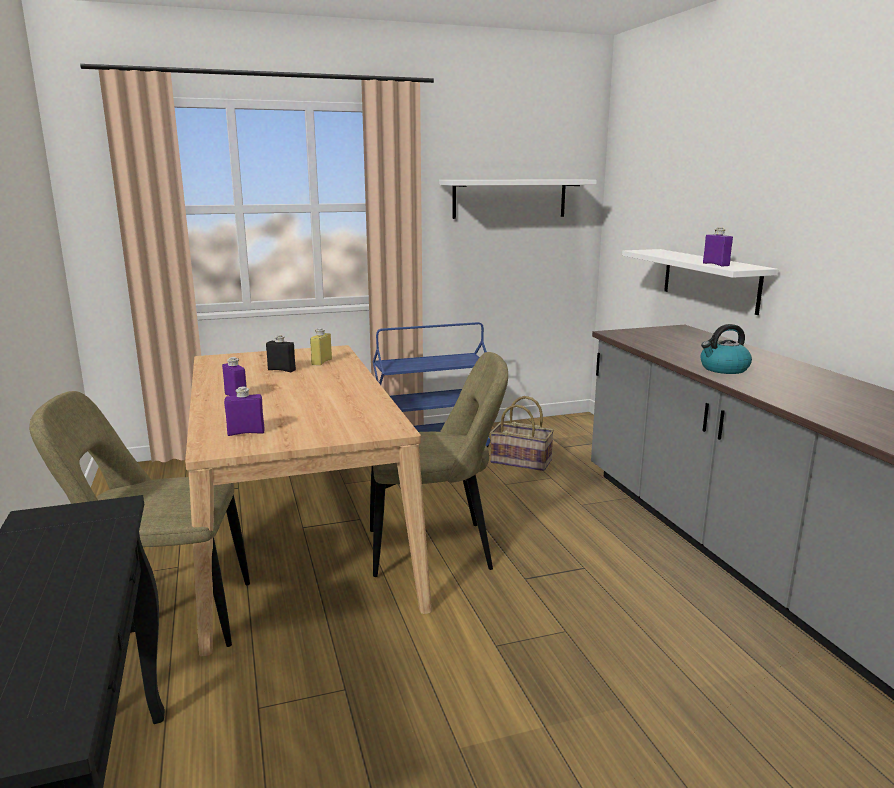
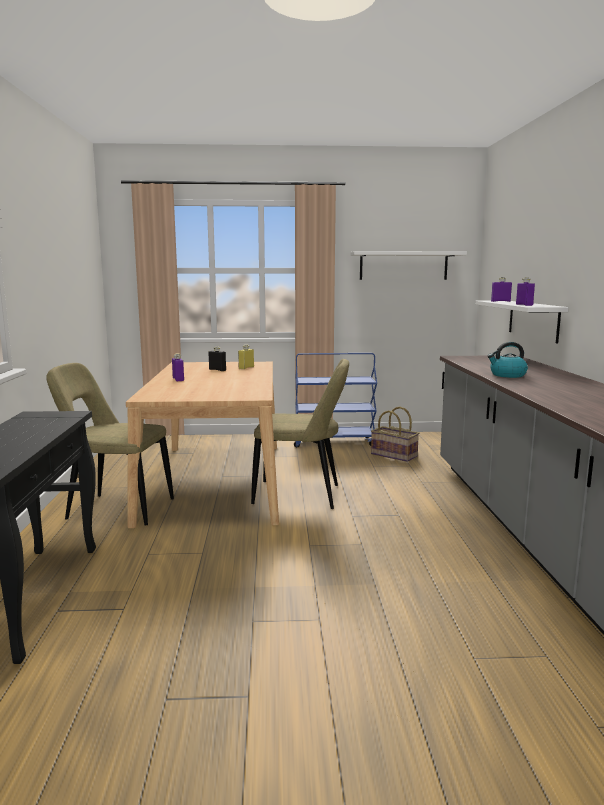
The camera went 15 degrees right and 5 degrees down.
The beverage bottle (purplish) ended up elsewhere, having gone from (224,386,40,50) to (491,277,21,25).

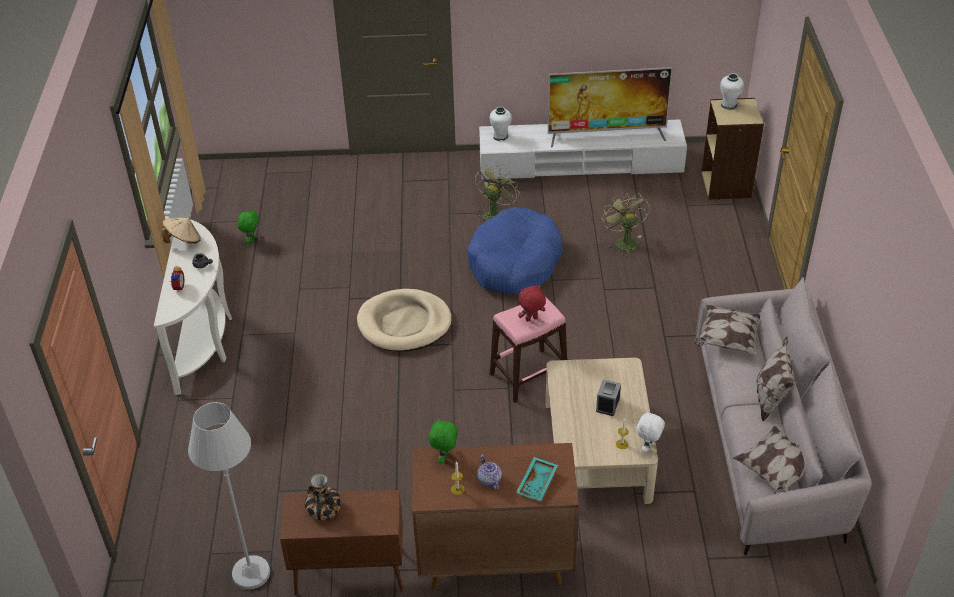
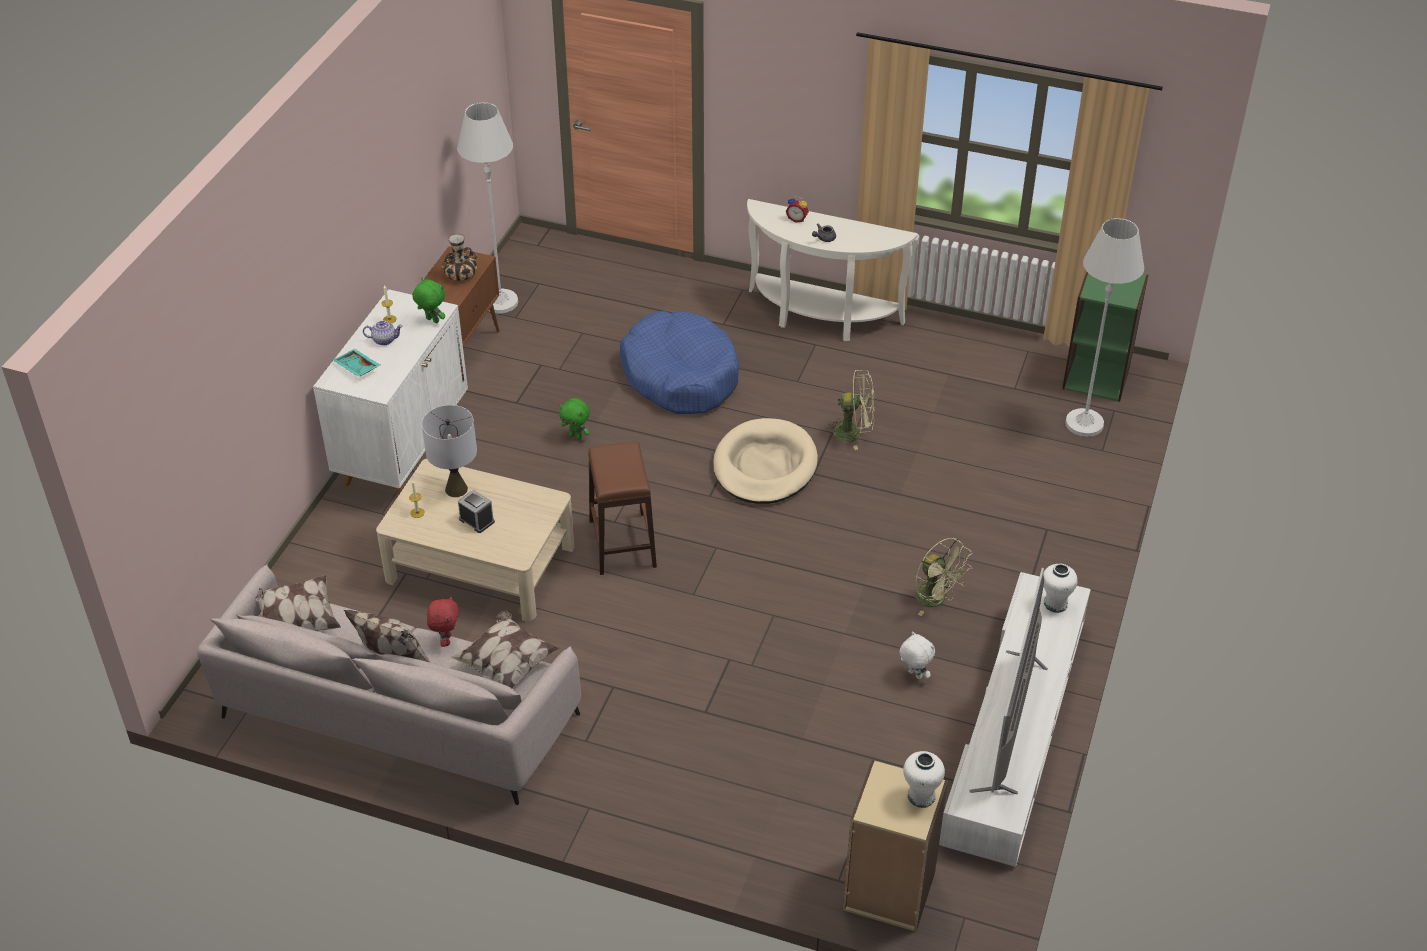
The camera went 110 degrees right and 0 degrees up.
The electric fan (green-coloured) ended up elsewhere, having gone from (602,193,48,63) to (825,370,50,80).
The dog bed (blue-coloured) ended up elsewhere, having gone from (467,207,96,87) to (620,311,119,103).
The soft toy (green-coloured) ended up elsewhere, having gone from (238,210,21,34) to (559,398,31,42).
The second view lost the wearable hat (sand-coloured) at (161,218,40,25).
The soft toy (red-coloured) ended up elsewhere, having gone from (518,285,28,37) to (427,596,32,51).
What was the sitting stool (pink-coloured) at (490,297,77,106) turned into the sitting stool (brown-coloured) at (588,442,69,133).
The soft toy (white-coloured) ended up elsewhere, having gone from (637,410,28,42) to (899,631,36,48).
What was the storage cabinet (brown-coloured) at (412,443,167,147) turned into the storage cabinet (white-coloured) at (313,289,155,205).
The second view gained the floor lamp (white-coloured) at (1065,218,79,219).
The second view gained the shelving unit (green-coloured) at (1062,272,87,130).
The second view gained the tabletop lamp (grey) at (422,405,55,92).

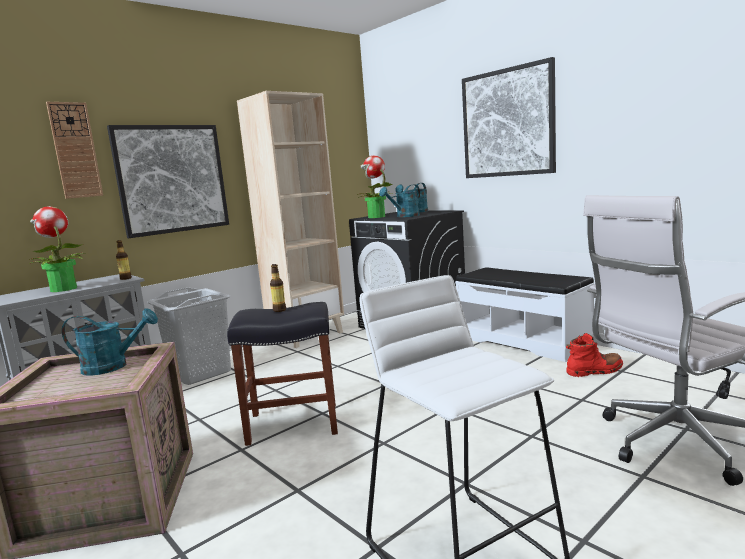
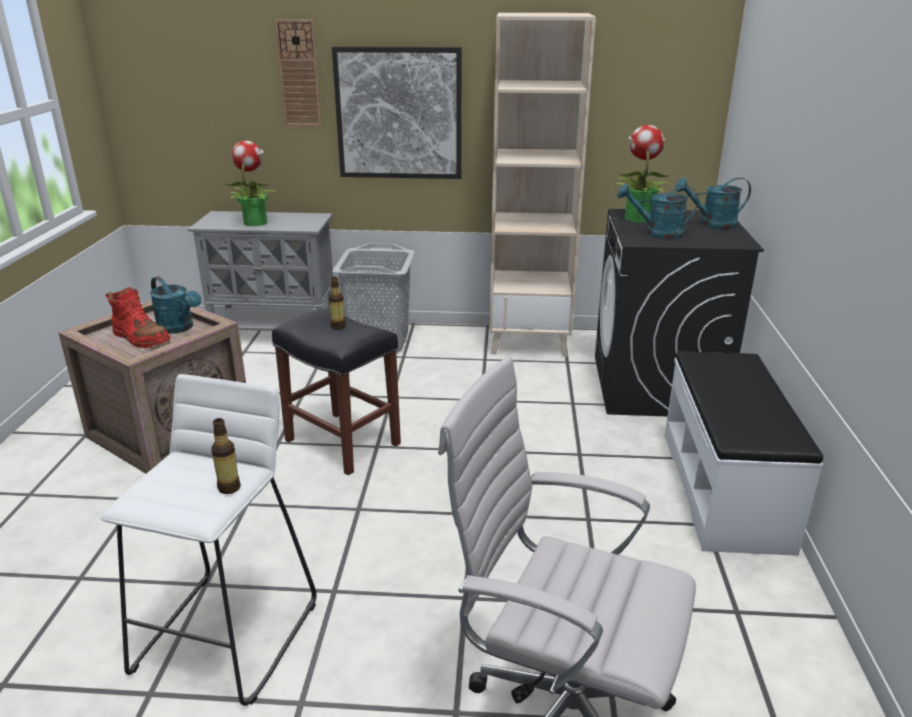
The camera went 45 degrees right and 15 degrees up.
The second view lost the wall art at (462,57,94,121).
The beverage bottle ended up elsewhere, having gone from (116,240,16,40) to (211,418,30,76).
The boot (red-coloured) ended up elsewhere, having gone from (566,333,57,44) to (106,287,65,61).

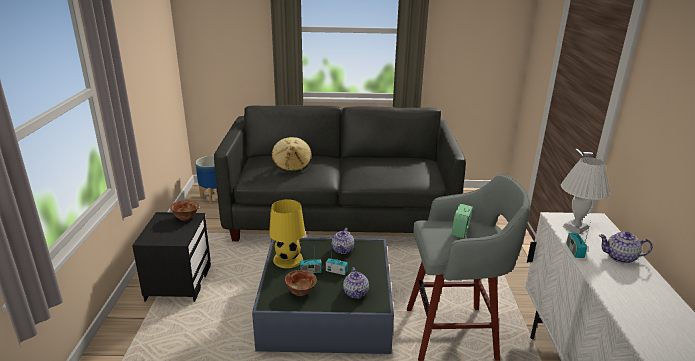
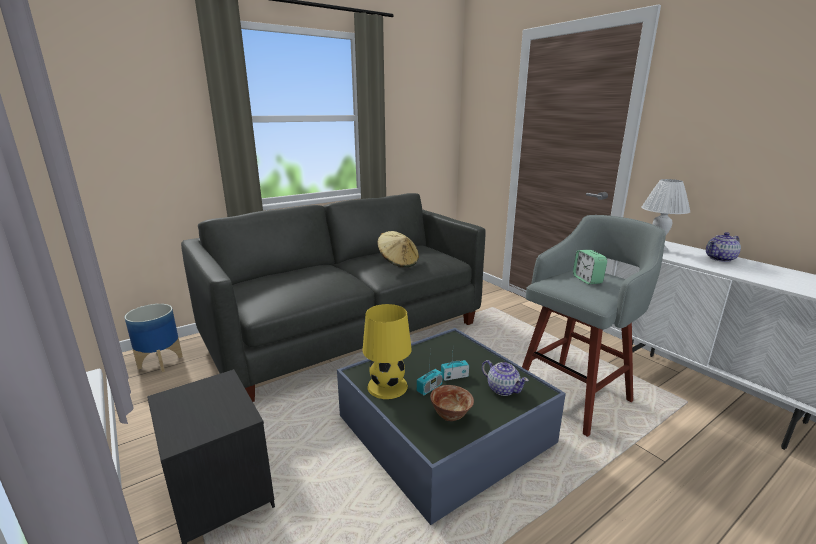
The camera went 35 degrees left and 5 degrees down.
The wearable hat (sand-coloured) ended up elsewhere, having gone from (271,137,41,35) to (377,231,42,36).
The second view lost the deep dish at (170,200,29,21).
The second view lost the radio set at (566,221,25,37).
The second view lost the teapot at (332,228,22,26).

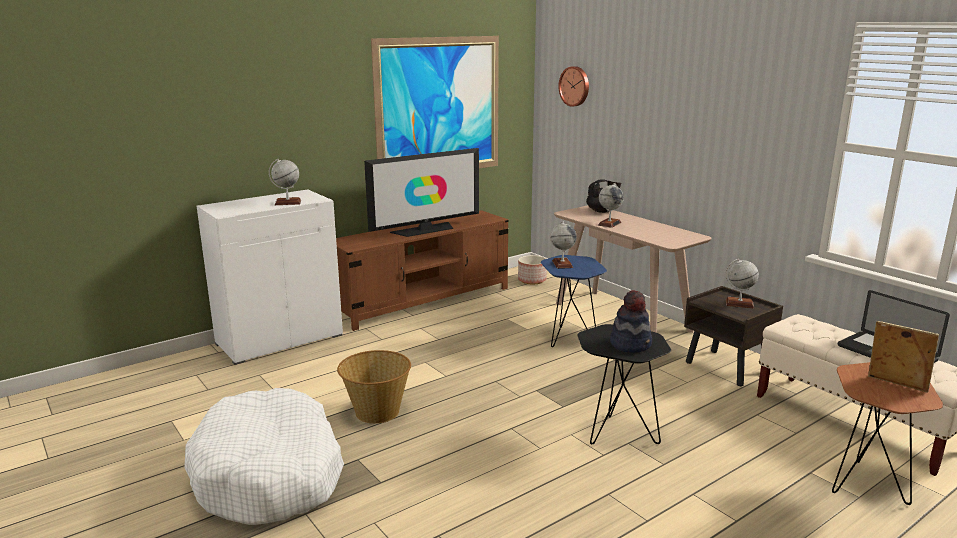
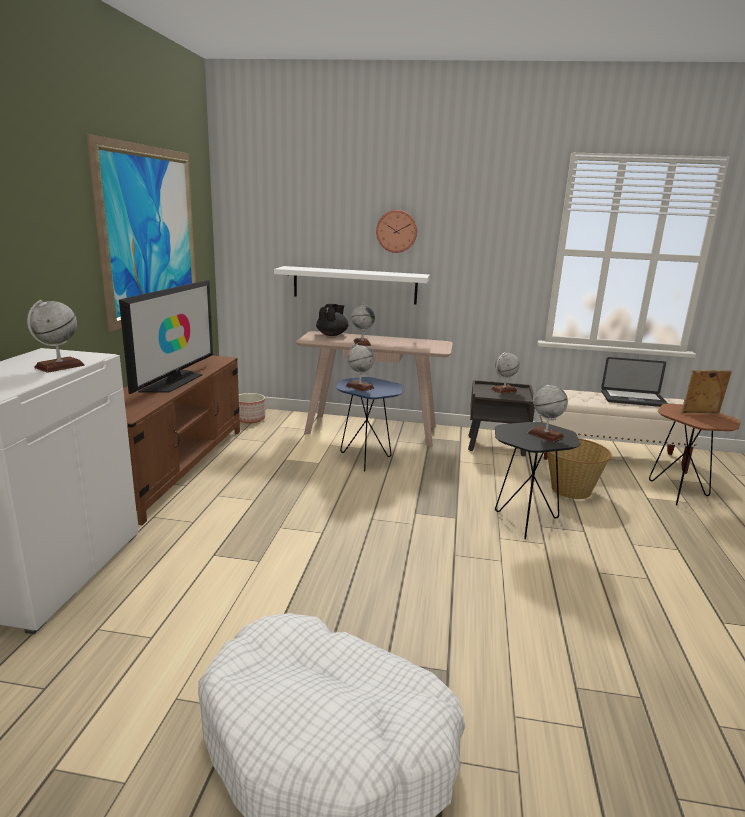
The camera went 45 degrees left and 0 degrees up.
The clock on the wall ended up elsewhere, having gone from (558,66,31,41) to (376,210,41,43).
Where the wearable hat stood at (610,290,42,63), the desk globe came to stand at (528,383,40,59).
The storage basket ended up elsewhere, having gone from (337,350,74,74) to (547,438,65,61).
The second view gained the bracket shelf (white-coloured) at (274,266,156,38).

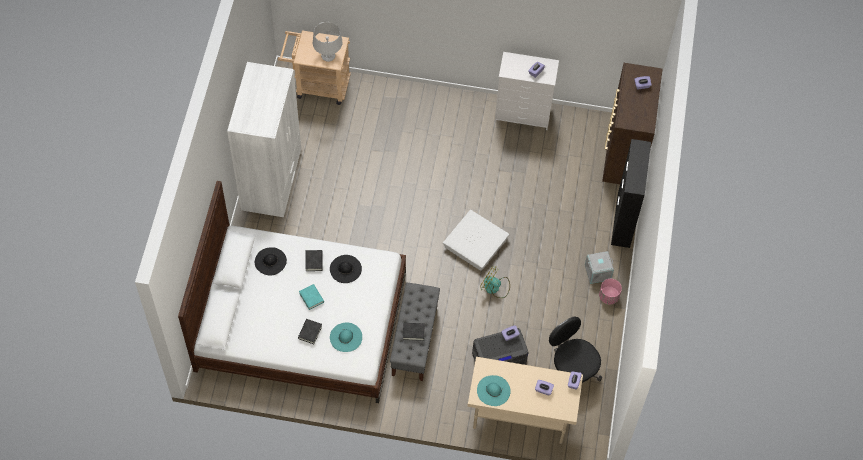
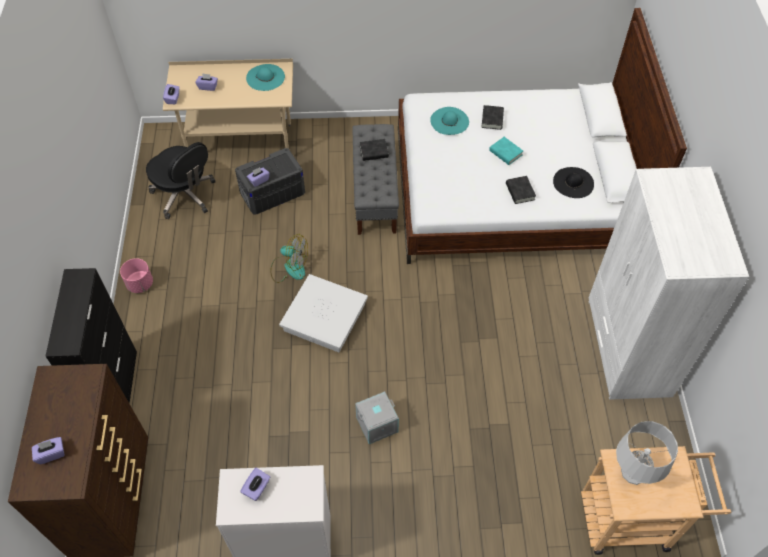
The camera went 170 degrees right and 5 degrees down.
The storage bin (grey) ended up elsewhere, having gone from (585,251,29,33) to (355,391,44,53).
The second view lost the wearable hat (black-coloured) at (330,255,32,28).

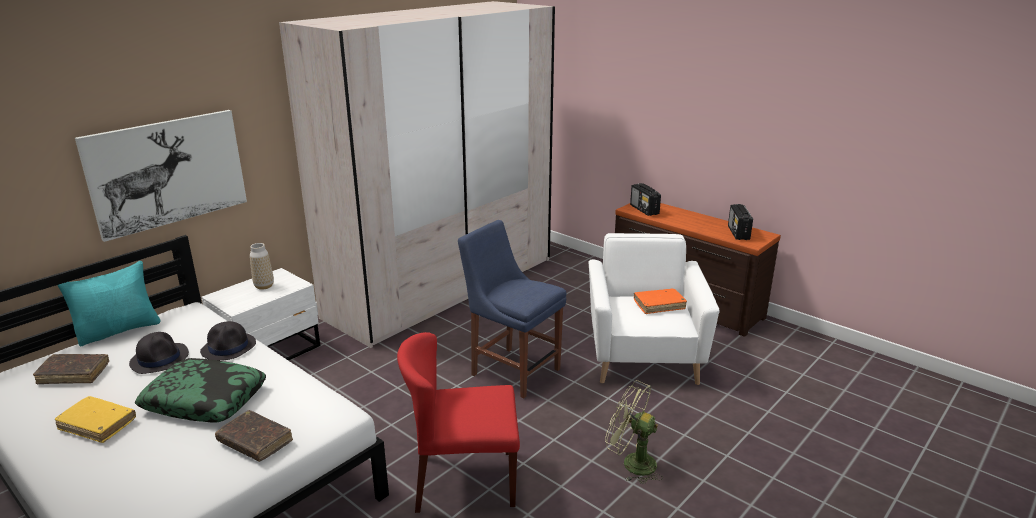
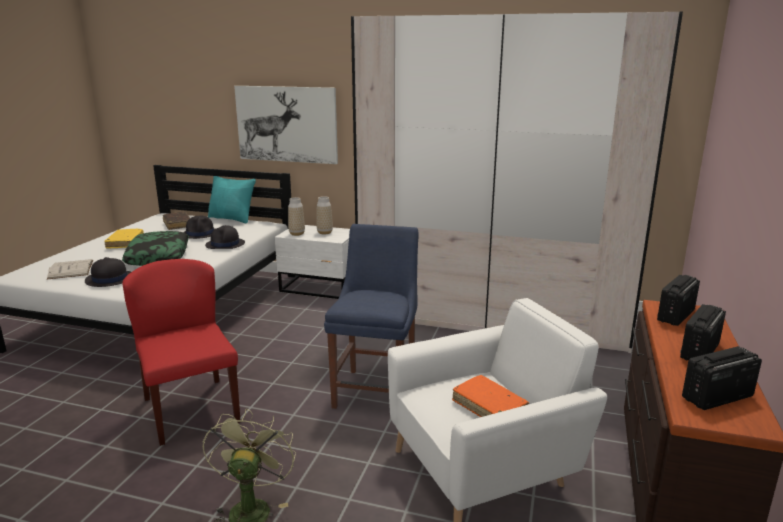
The camera went 65 degrees right and 5 degrees down.
Where the bound book (brown-coloured) stood at (215,410,78,52), the wearable hat (black-coloured) came to stand at (85,257,46,30).
The second view gained the vase at (288,197,17,39).
The second view gained the bound book (white-coloured) at (47,259,46,21).
The second view gained the radio set at (680,304,46,57).

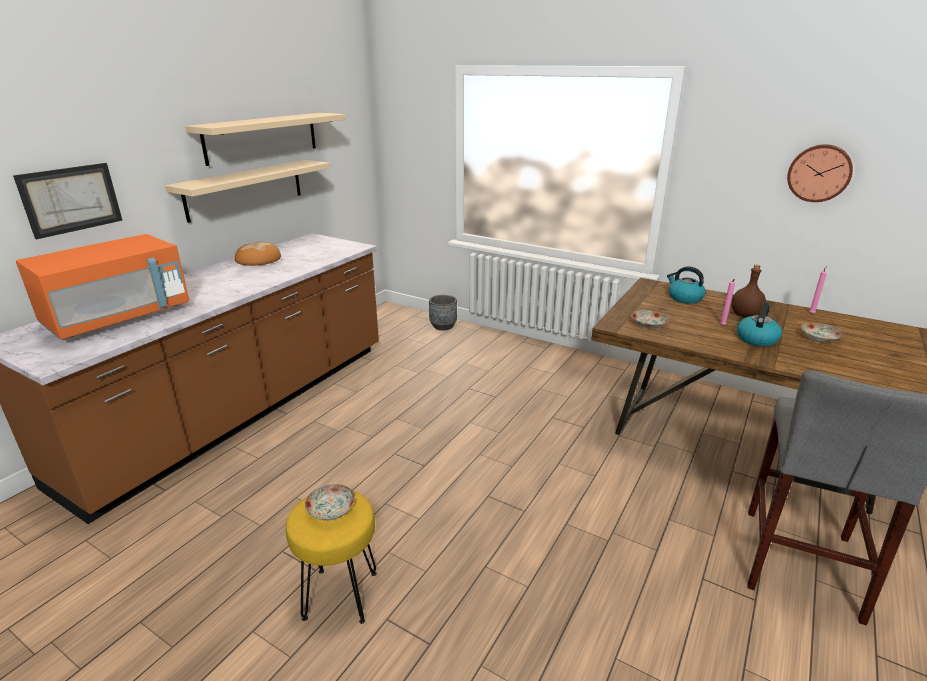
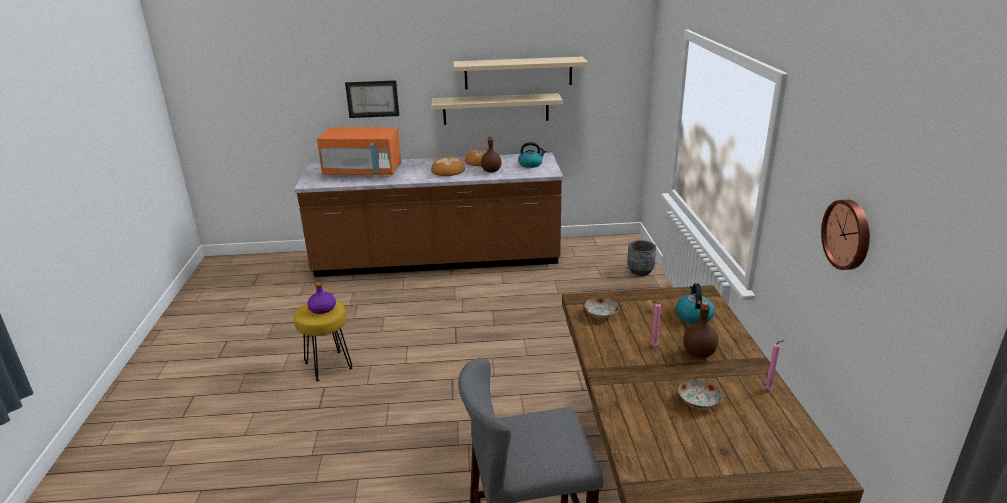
The camera went 55 degrees right and 0 degrees up.
The tea kettle ended up elsewhere, having gone from (737,302,45,44) to (518,142,28,26).
Where the flat dish stood at (305,484,50,37), the beverage bottle (purplish) came to stand at (307,282,29,32).
The second view gained the beverage bottle (brown-coloured) at (481,136,21,37).
The second view gained the baked bread at (431,157,34,19).

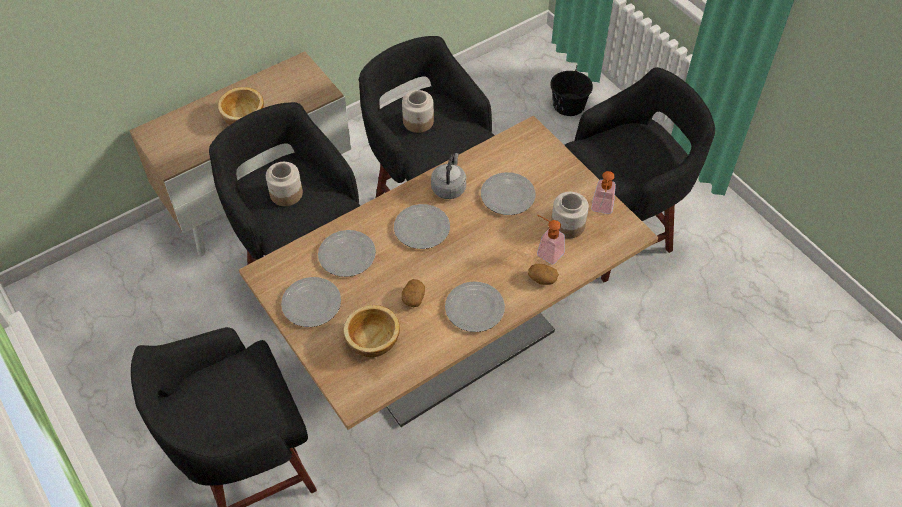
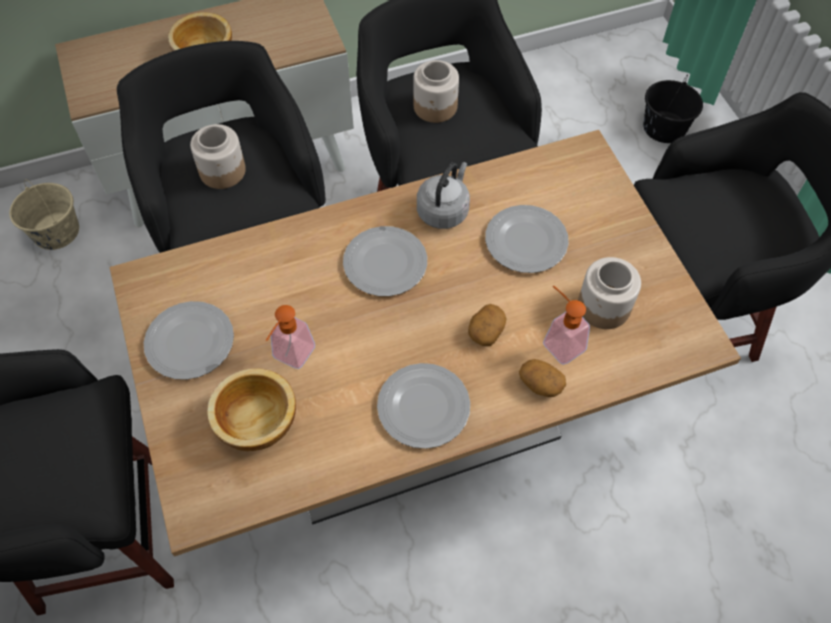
The camera went 15 degrees right and 5 degrees up.
The liquid soap bottle ended up elsewhere, having gone from (591,171,25,43) to (266,305,49,64).
The second view lost the flat dish at (318,230,58,47).
The spud ended up elsewhere, having gone from (402,279,23,28) to (468,304,39,42).
The second view gained the bucket (sand-coloured) at (9,179,70,71).

